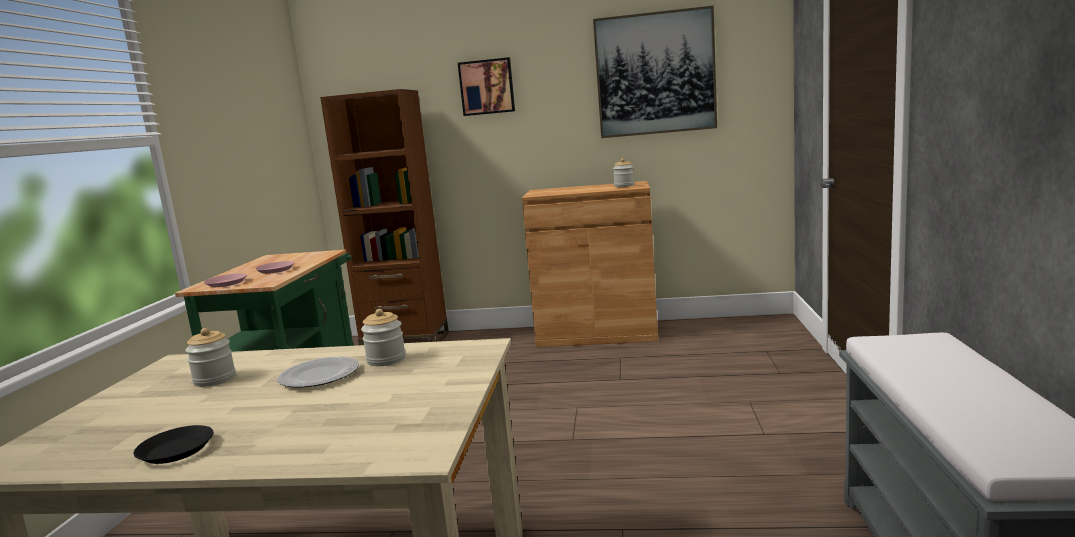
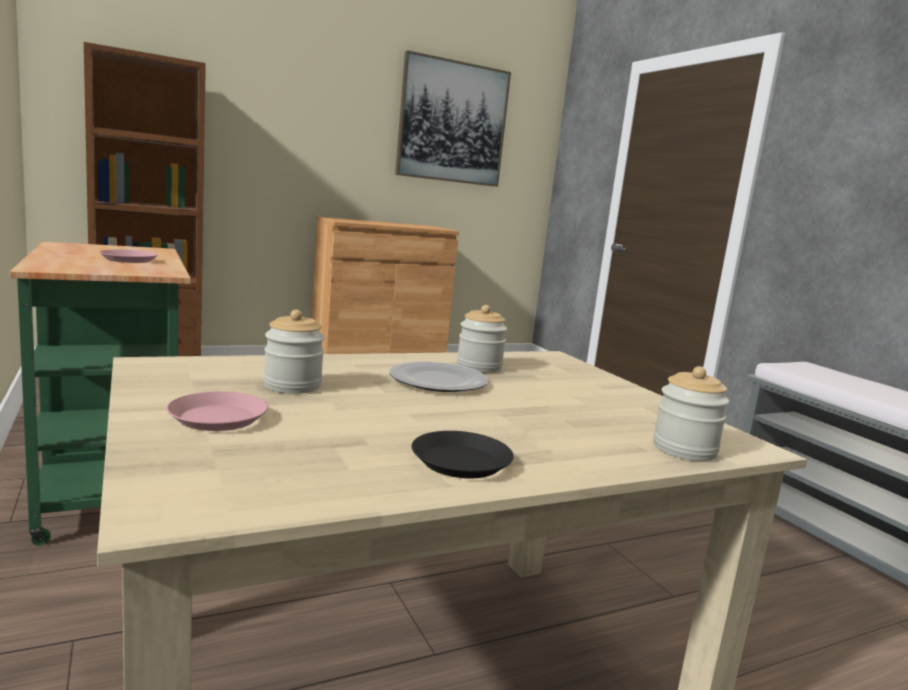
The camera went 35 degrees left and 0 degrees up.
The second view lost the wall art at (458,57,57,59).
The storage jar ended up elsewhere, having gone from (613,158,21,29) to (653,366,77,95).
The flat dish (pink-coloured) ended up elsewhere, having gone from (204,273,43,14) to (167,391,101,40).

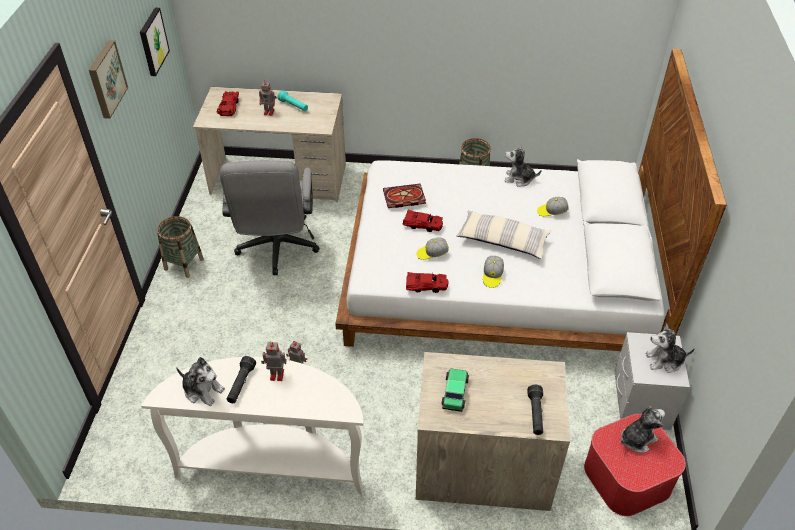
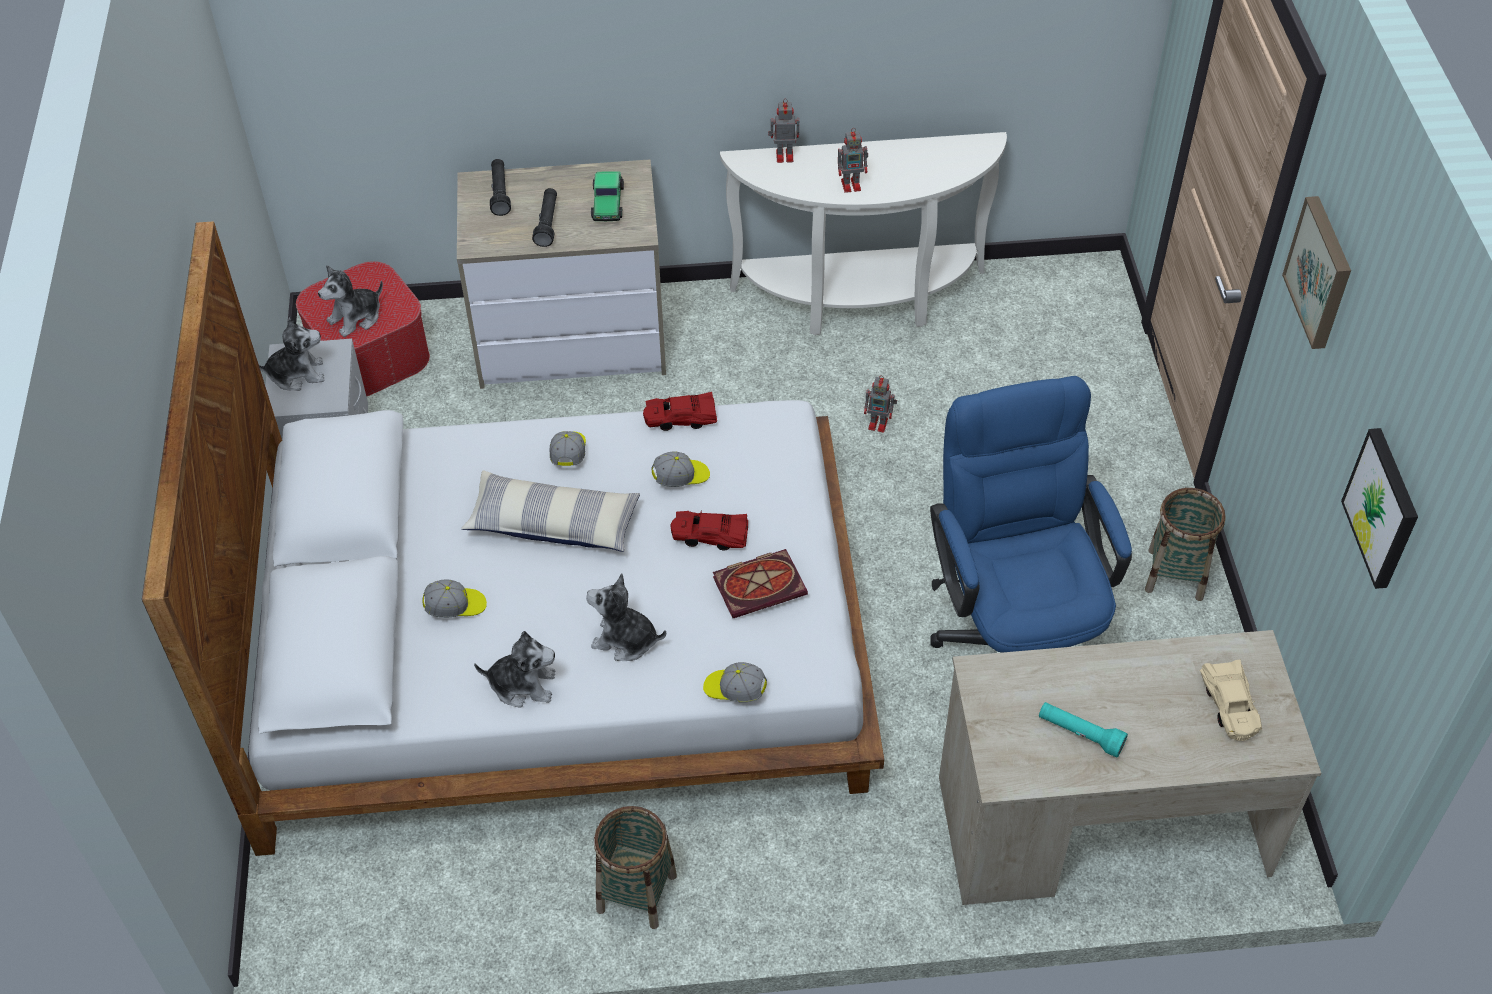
The camera went 170 degrees right and 5 degrees up.
The toy robot ended up elsewhere, having gone from (259,80,18,36) to (768,99,31,64).
What was the model car (red-coloured) at (217,91,22,25) turned into the model car (sand-coloured) at (1200,659,62,82).
What was the computer chair (grey) at (220,160,100,115) turned into the computer chair (blue-coloured) at (930,376,202,277).
The torch (black-coloured) ended up elsewhere, having gone from (227,356,29,47) to (532,188,25,59).
The soft toy ended up elsewhere, having gone from (177,357,48,49) to (586,573,80,88).
The second view gained the peaked cap at (703,662,64,40).

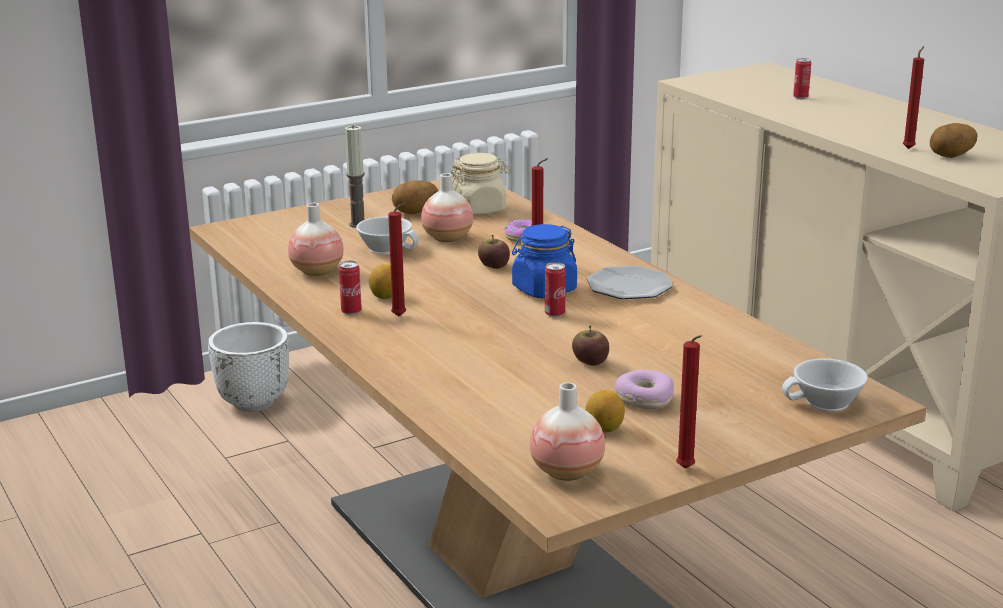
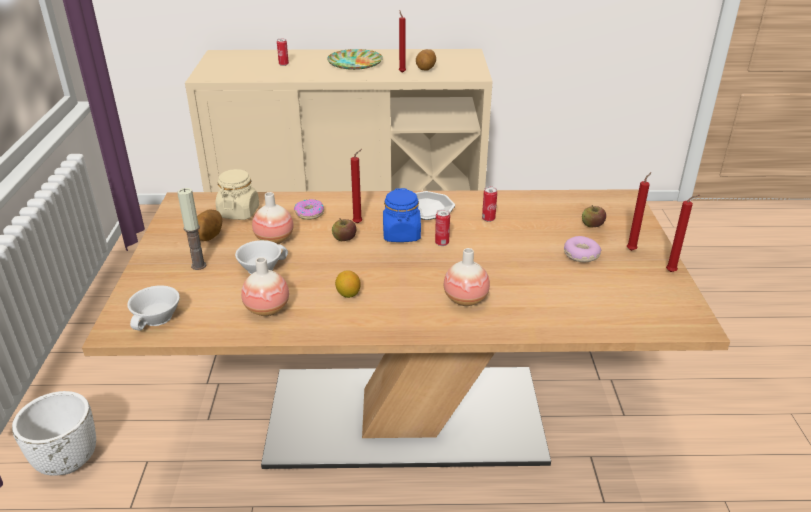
The camera went 60 degrees left and 10 degrees up.
The wax candle (red-coloured) ended up elsewhere, having gone from (388,202,19,114) to (627,172,24,79).
The can ended up elsewhere, having gone from (339,261,23,54) to (482,187,15,35).
The apple ended up elsewhere, having gone from (572,326,37,40) to (582,205,24,23).
The drinking cup (white-coloured) ended up elsewhere, having gone from (782,358,86,53) to (127,285,53,45).
The vase ended up elsewhere, having gone from (530,382,75,99) to (444,248,46,58).
The second view lost the whole lemon at (585,390,40,43).
The second view gained the flat dish at (327,49,56,21).

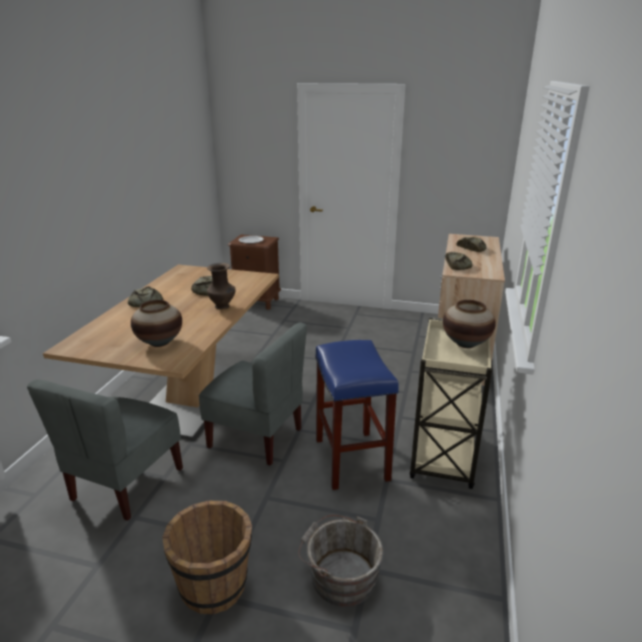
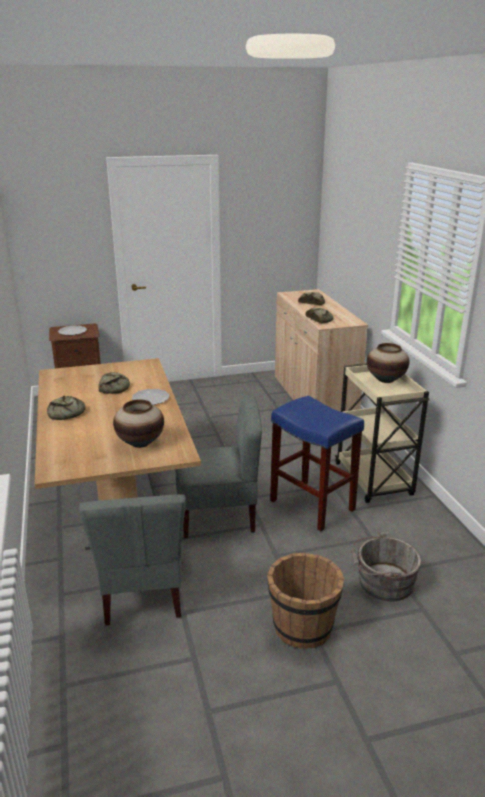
The camera went 30 degrees left and 0 degrees up.
Where the vase (brown-coloured) stood at (207,263,29,46), the flat dish came to stand at (132,389,37,16).

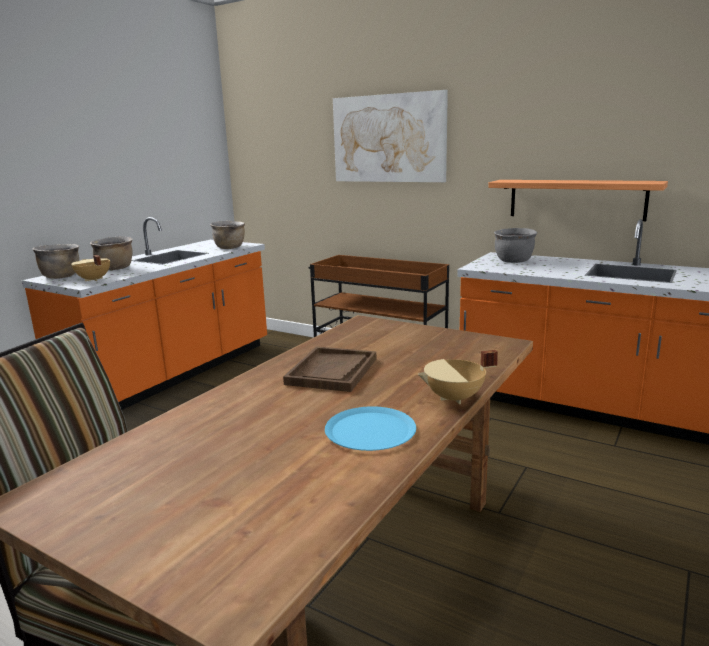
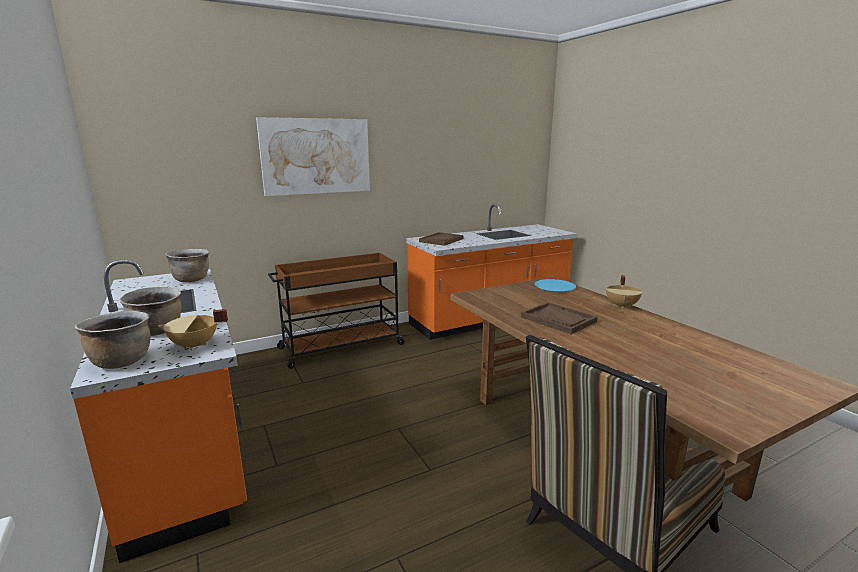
The camera went 60 degrees left and 0 degrees up.
The second view lost the bracket shelf at (488,180,180,41).
Where the stockpot (grey) stood at (494,228,43,35), the carrying tray (brown-coloured) came to stand at (419,232,44,14).
The flat dish (blue-coloured) ended up elsewhere, having gone from (325,406,91,45) to (535,279,41,13).

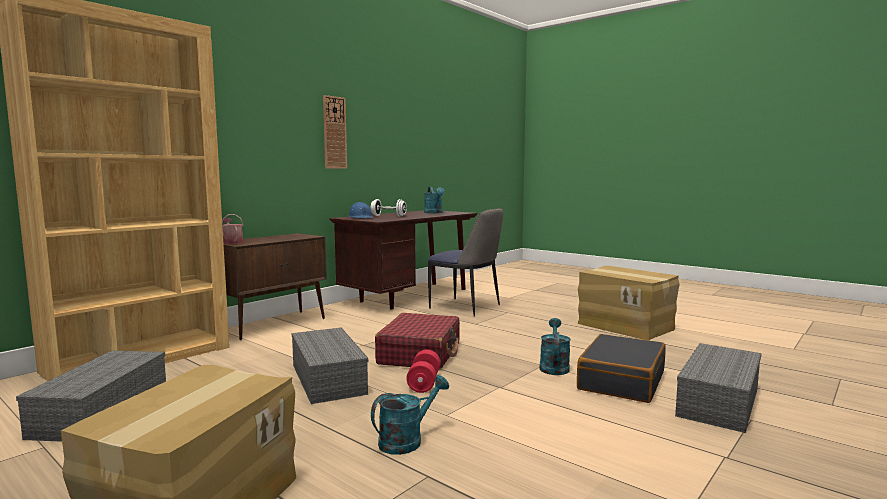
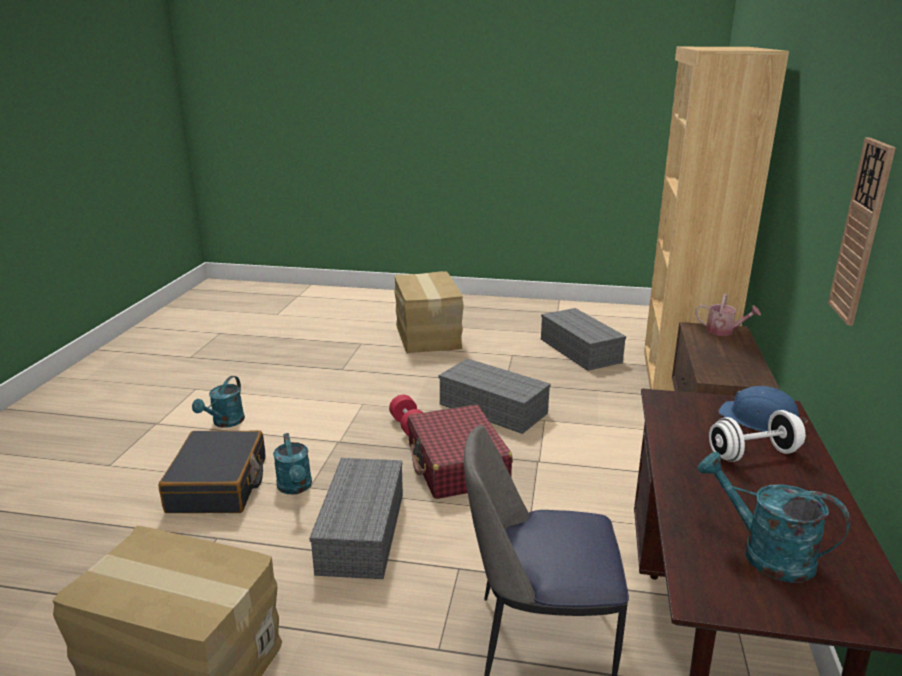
The camera went 150 degrees right and 15 degrees up.
The storage bin (grey) ended up elsewhere, having gone from (675,343,87,90) to (309,458,94,121).
The watering pot (turquoise) ended up elsewhere, having gone from (371,375,78,80) to (192,376,53,52).

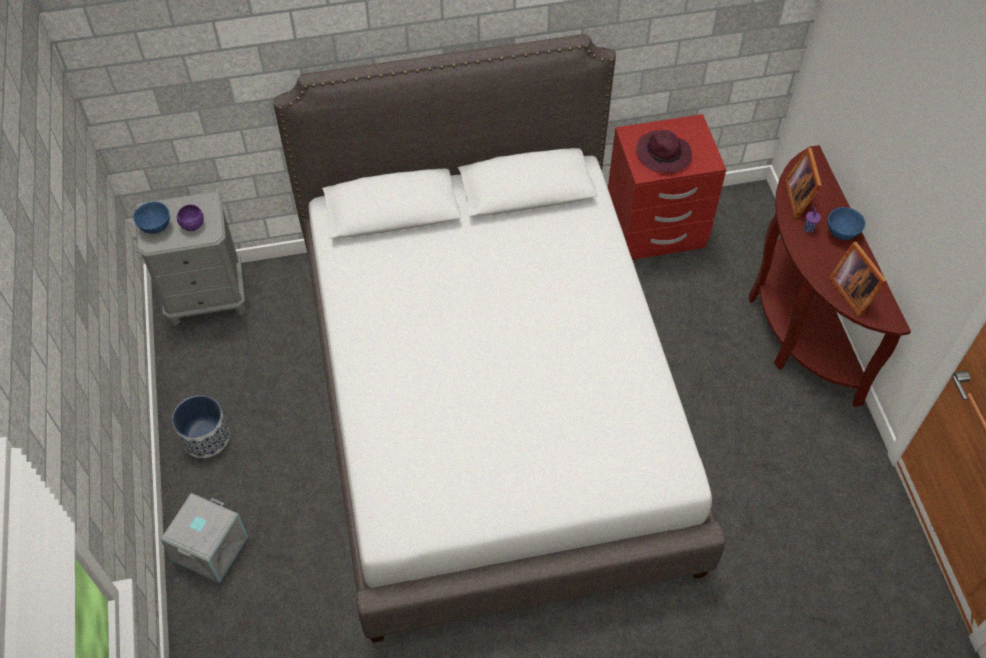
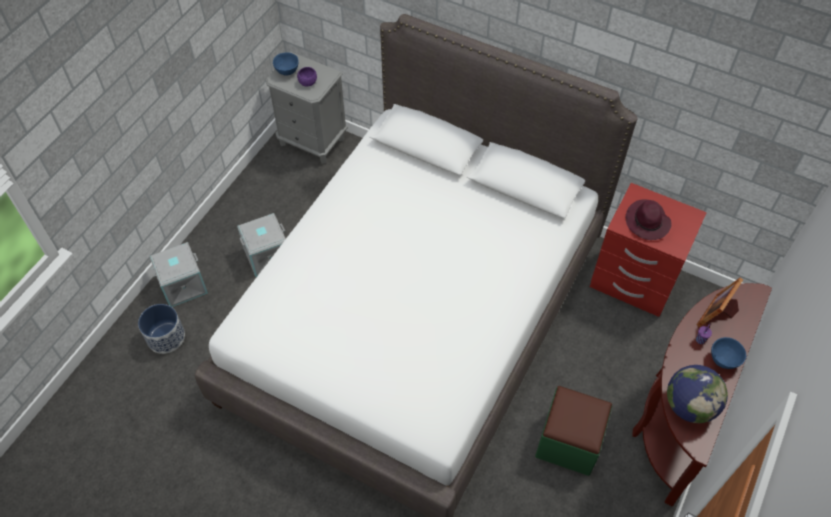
The camera went 40 degrees right and 0 degrees up.
Where the picture frame stood at (829,242,58,74), the desk globe came to stand at (667,365,61,58).
The plant pot ended up elsewhere, having gone from (172,395,58,63) to (138,304,47,50).
The second view gained the storage bin (grey) at (237,213,49,64).
The second view gained the ottoman (green-coloured) at (535,386,77,90).

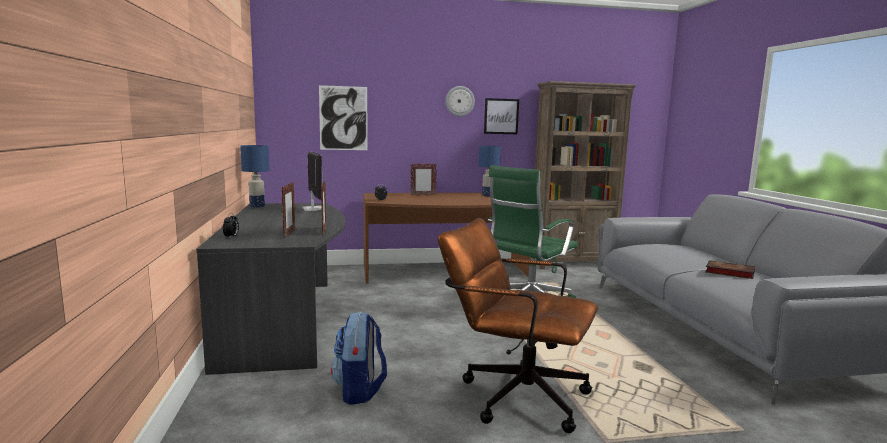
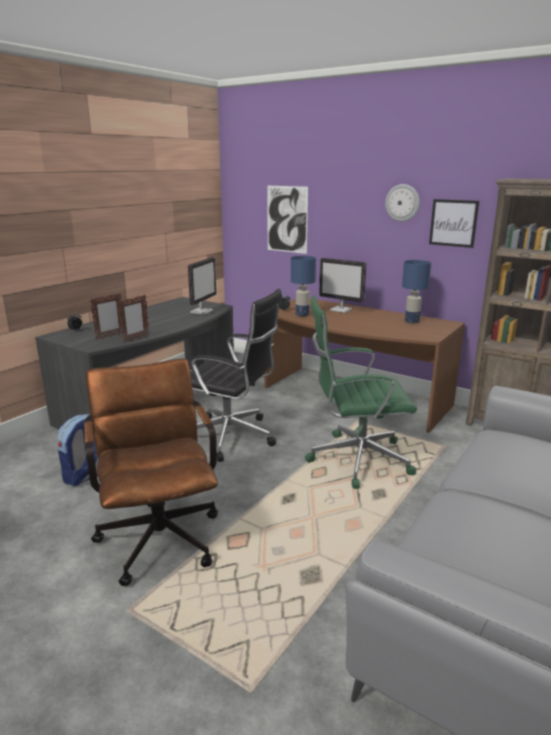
The camera went 45 degrees right and 10 degrees up.
The tabletop lamp (blue-coloured) ended up elsewhere, having gone from (241,145,28,62) to (291,256,25,60).
Where the picture frame stood at (410,163,27,33), the computer display came to stand at (319,258,48,55).
The second view lost the bound book at (705,260,50,19).
The second view gained the computer chair (black-coloured) at (190,289,92,173).

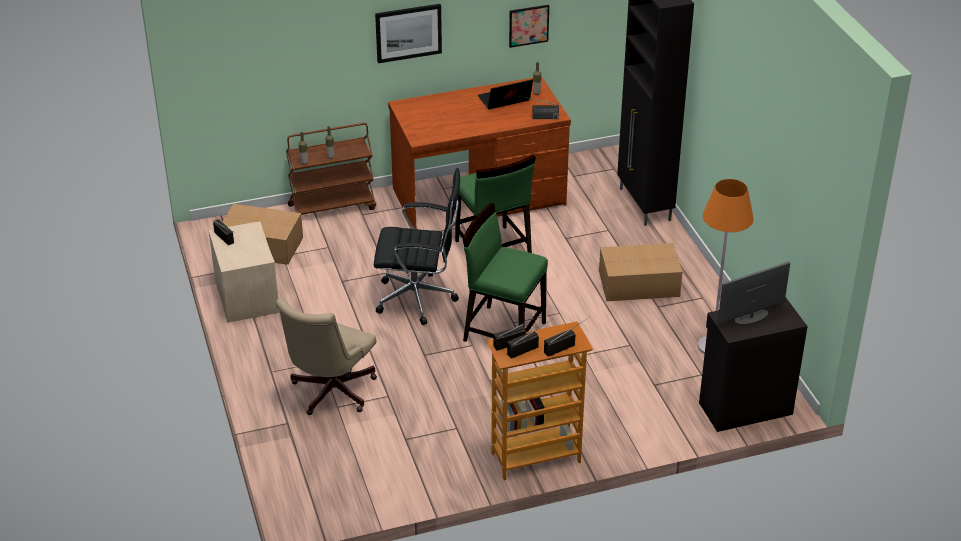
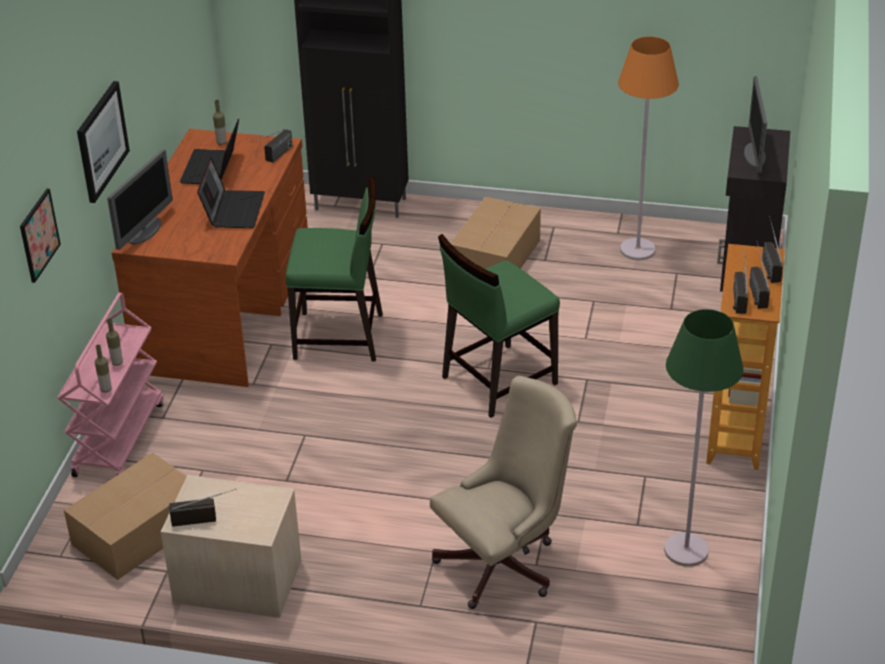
The camera went 60 degrees left and 0 degrees up.
The wall art ended up elsewhere, having gone from (509,5,40,43) to (20,189,41,94).
What was the wheeled cart (brown-coloured) at (286,123,90,92) turned into the wheeled cart (pink-coloured) at (57,293,107,184).
The second view lost the computer chair (black-coloured) at (374,168,86,157).
The computer chair (sand-coloured) at (276,297,101,118) ended up facing another way, 90 degrees counterclockwise from before.
The second view gained the computer display at (107,149,66,101).
The second view gained the portable computer at (197,157,68,71).
The second view gained the floor lamp (green-coloured) at (664,309,79,258).

